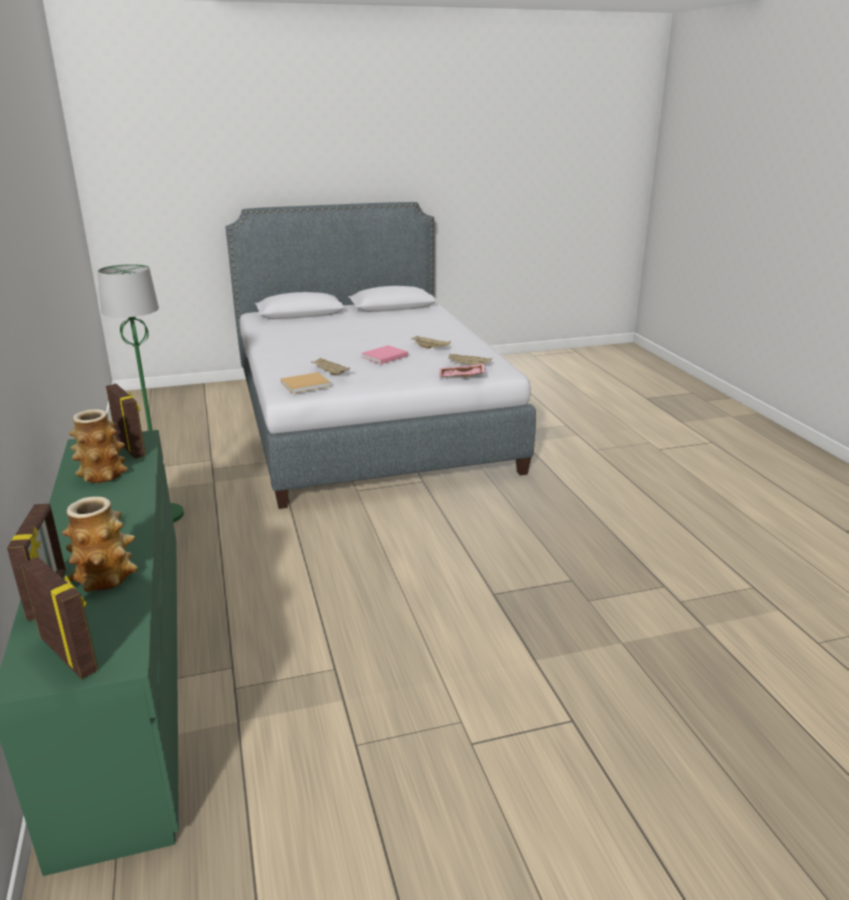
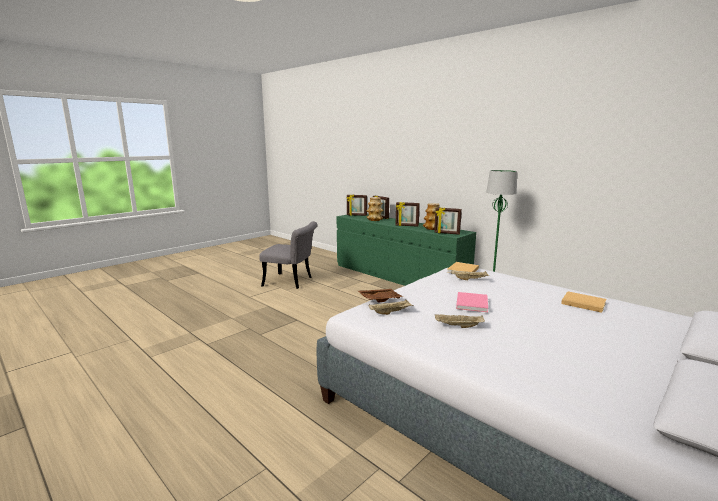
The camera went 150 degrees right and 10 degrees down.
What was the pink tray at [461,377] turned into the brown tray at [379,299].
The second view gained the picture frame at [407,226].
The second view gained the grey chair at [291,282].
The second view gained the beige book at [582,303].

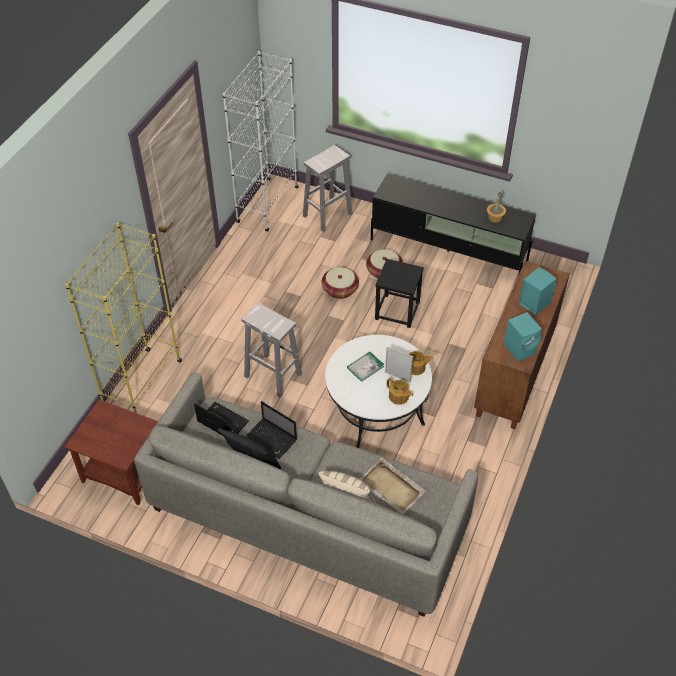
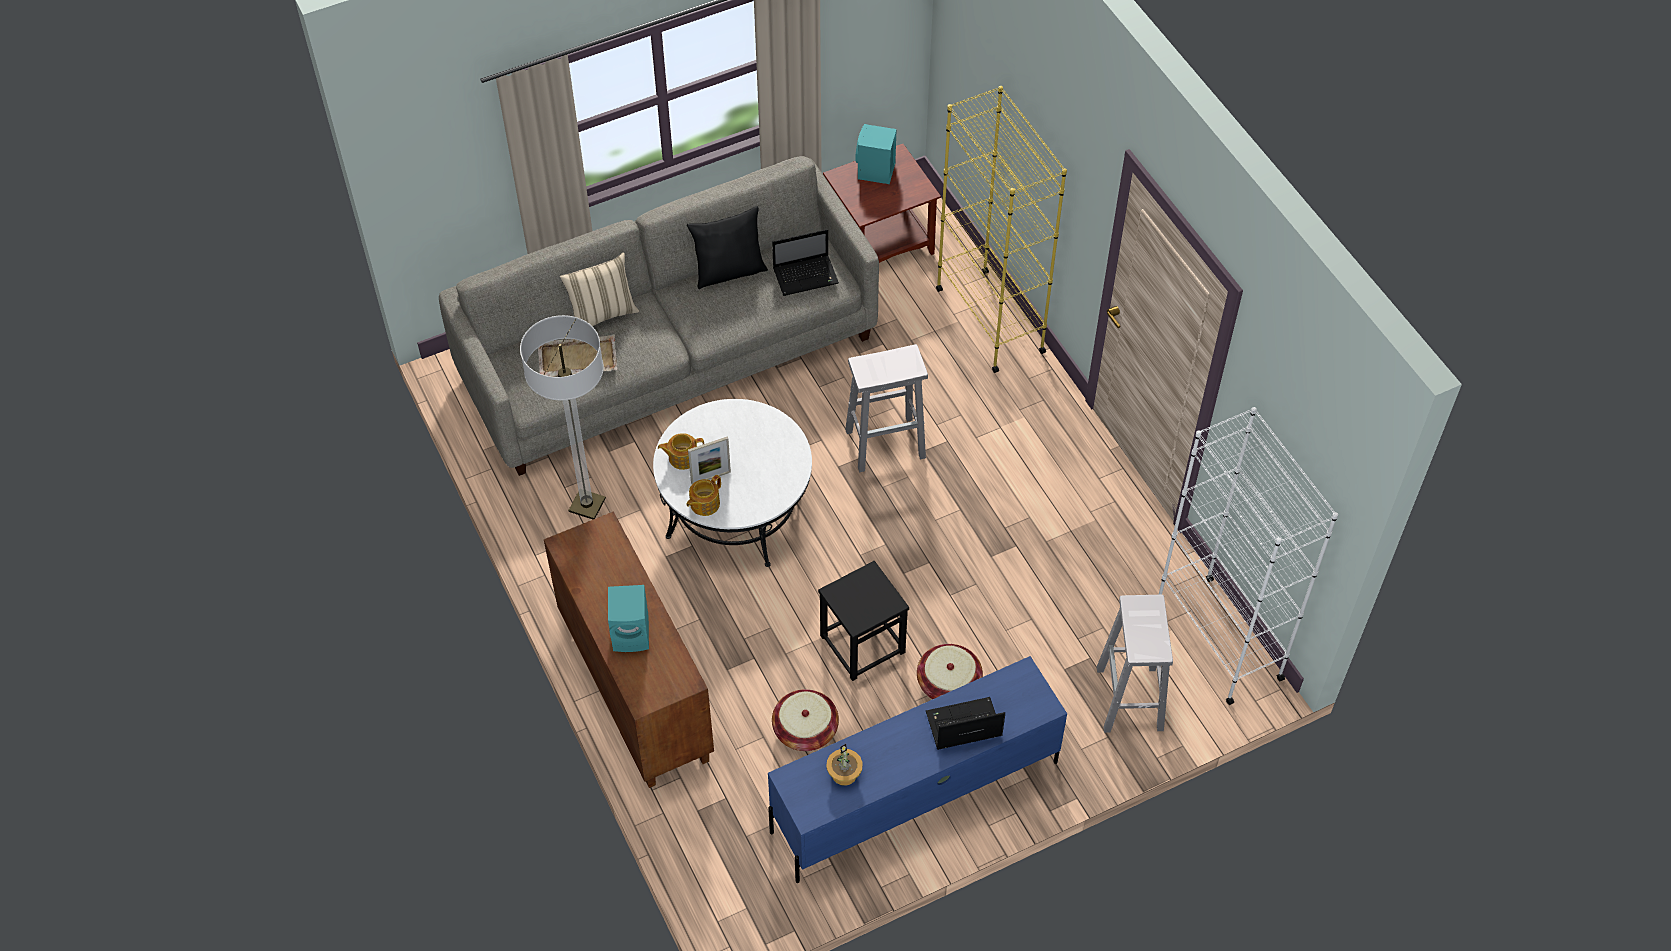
The camera went 130 degrees right and 5 degrees up.
What was the black tv stand at [449,251] turned into the blue tv stand at [913,797].
The basket ended up elsewhere, having gone from [340,289] to [805,730].
The turquoise speaker ended up elsewhere, having gone from [520,348] to [875,172].
The second view lost the book at [365,367].
The laptop ended up elsewhere, having gone from [272,439] to [962,726].
The second view gained the floor lamp at [587,505].

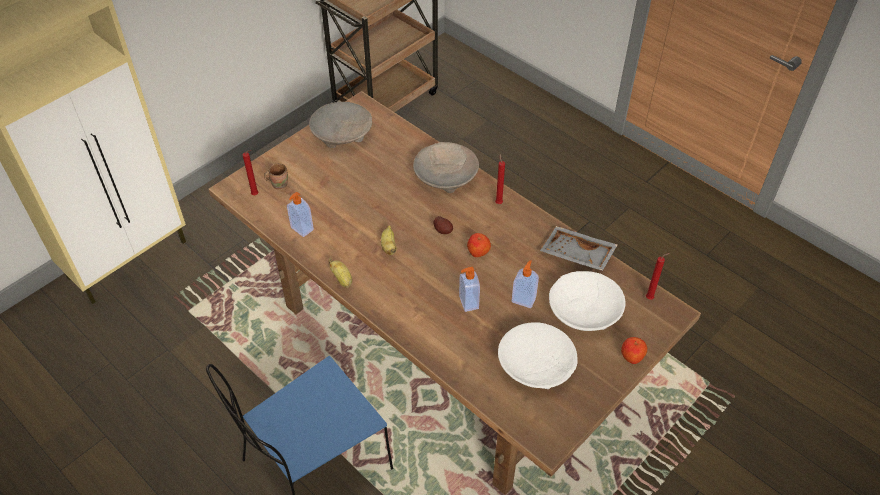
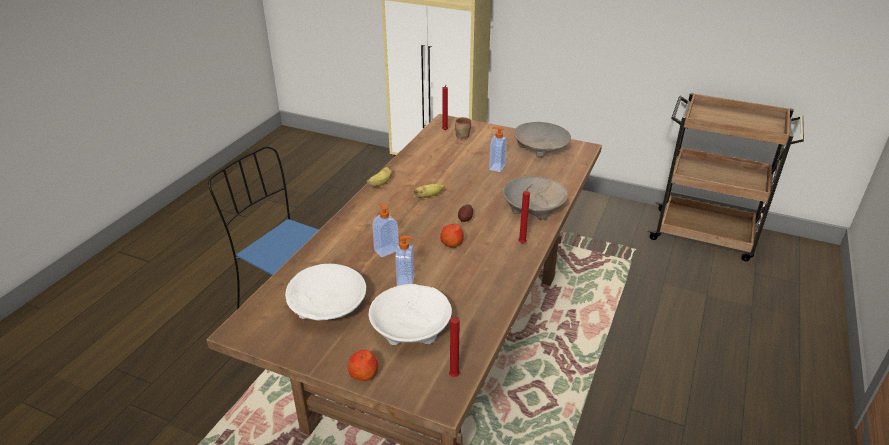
The camera went 70 degrees right and 15 degrees down.
The soap dispenser ended up elsewhere, having gone from [301,229] to [496,167].
The second view lost the grey tray at [576,255].

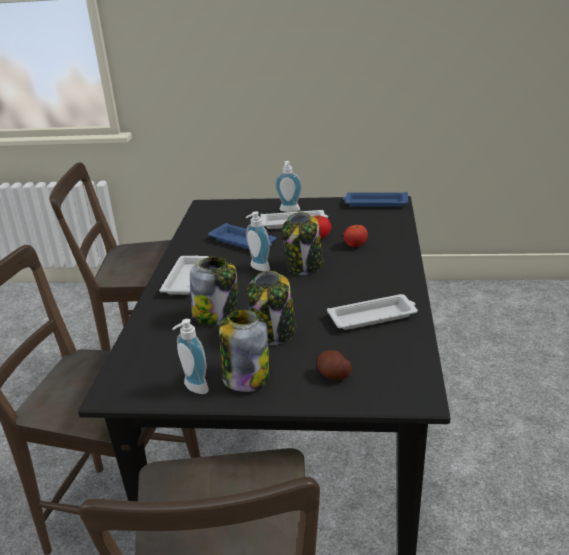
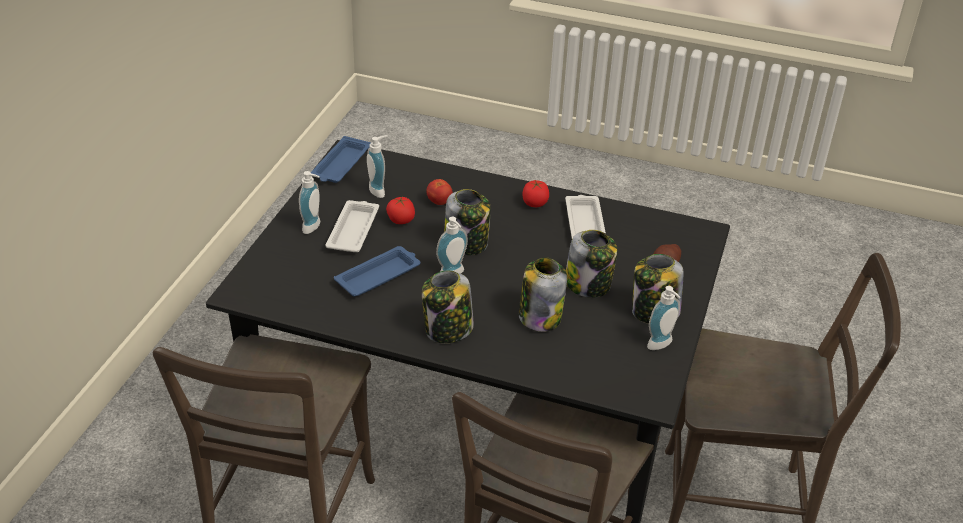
The camera went 80 degrees left and 10 degrees up.
Where the white tray stood at [186,278], the jar came to stand at [448,330].
The second view gained the soap dispenser at [379,190].
The second view gained the tomato at [535,203].

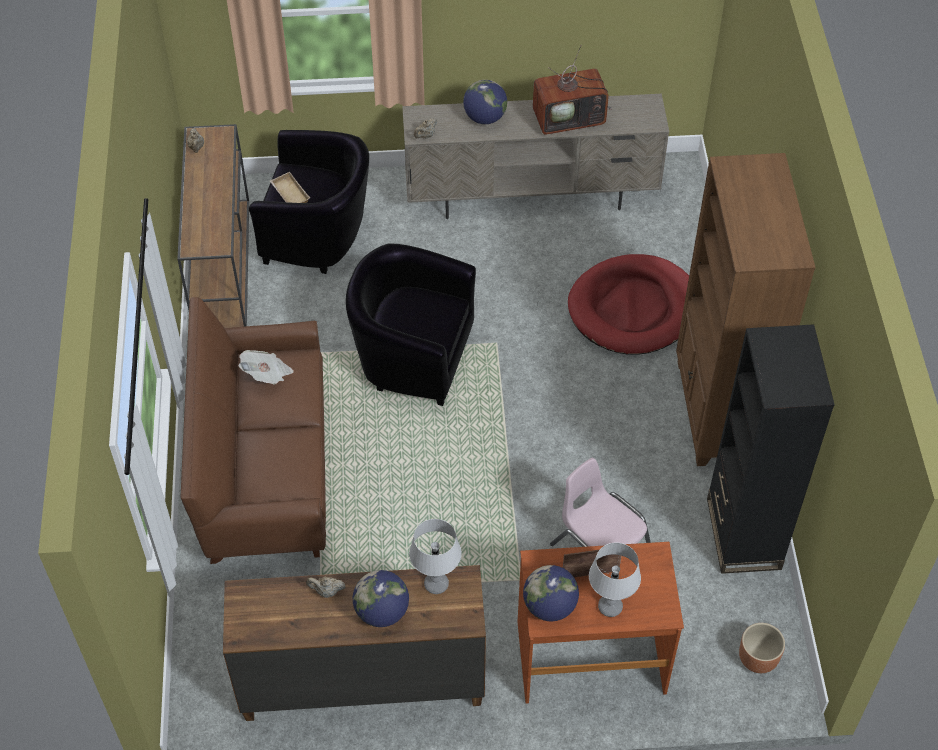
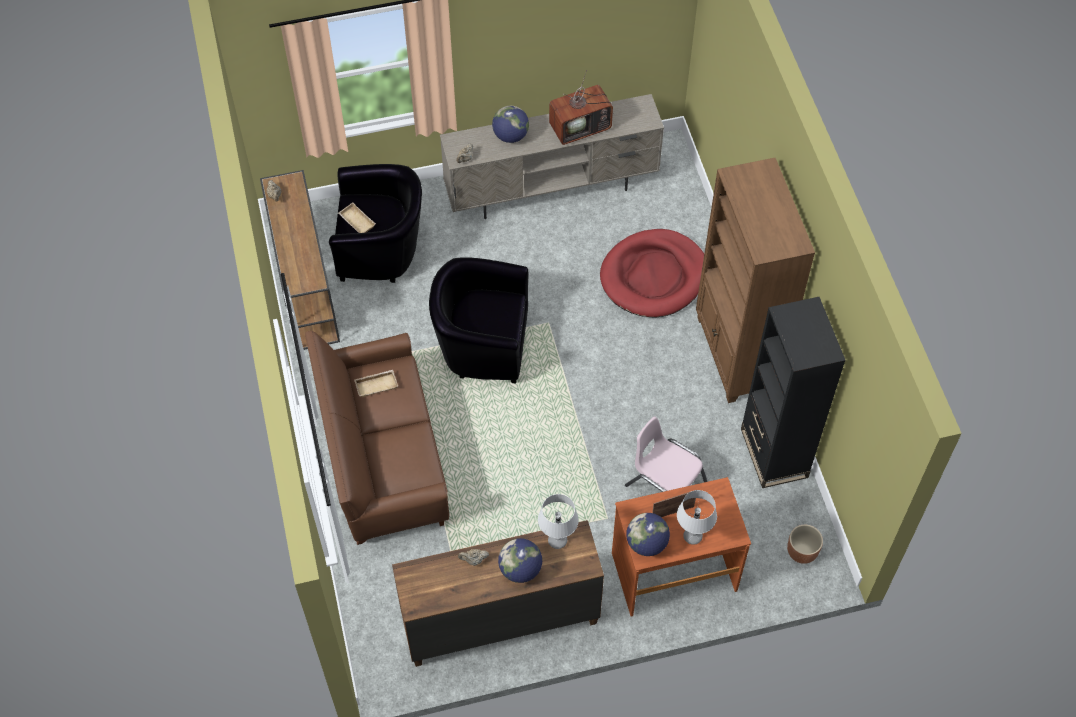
The camera went 10 degrees left and 5 degrees up.
Where the newspaper stood at [267,375], the beige tray came to stand at [376,384].

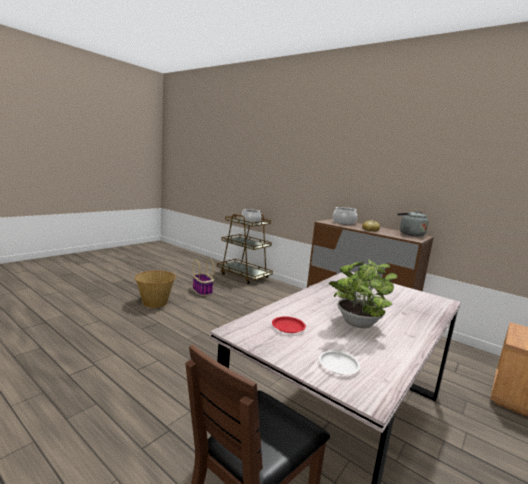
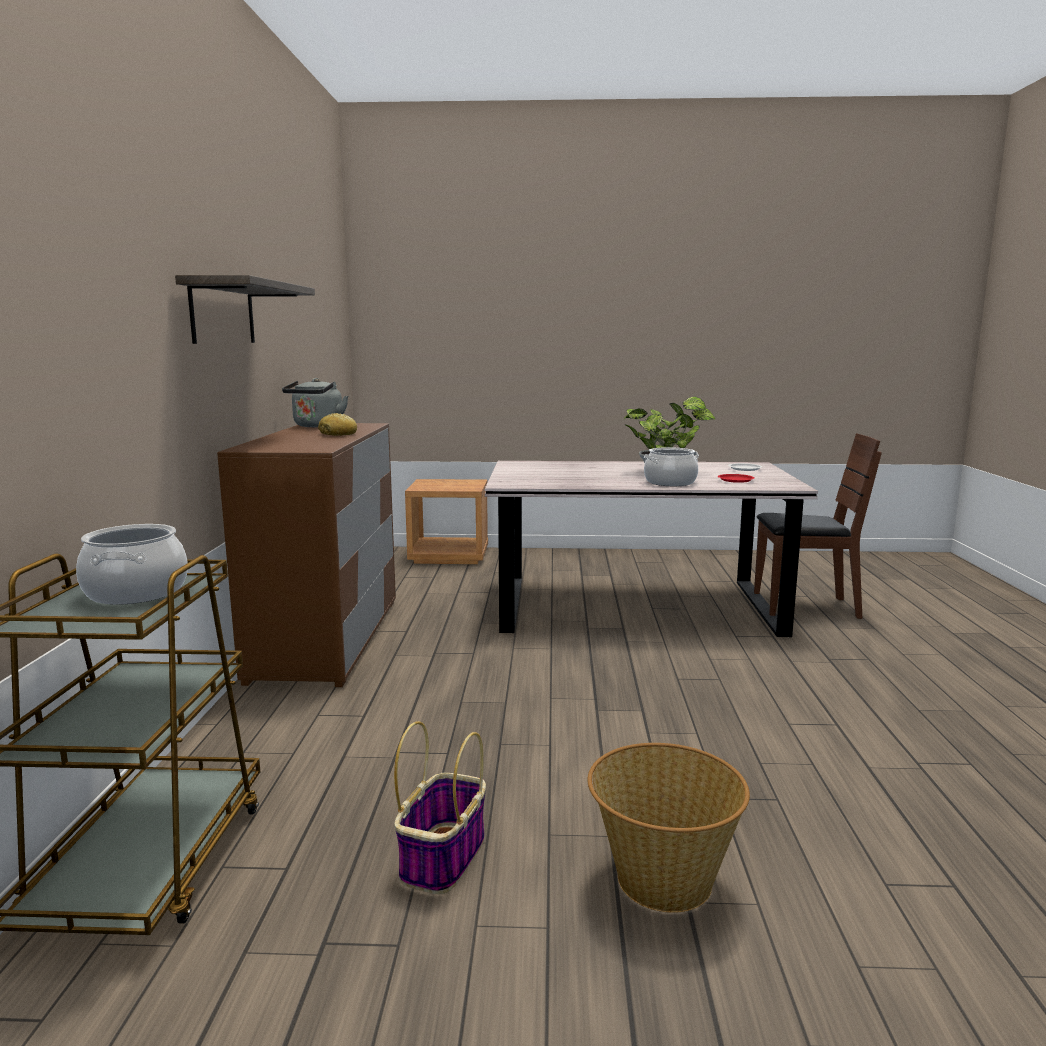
The camera went 125 degrees left and 0 degrees up.
The cooking pot ended up elsewhere, having gone from [343,222] to [670,482].
The second view gained the shelf at [223,313].

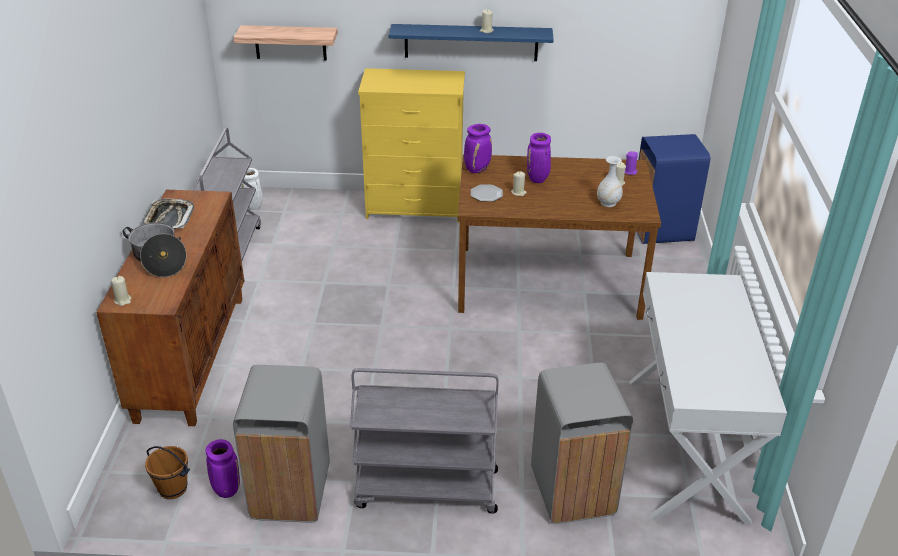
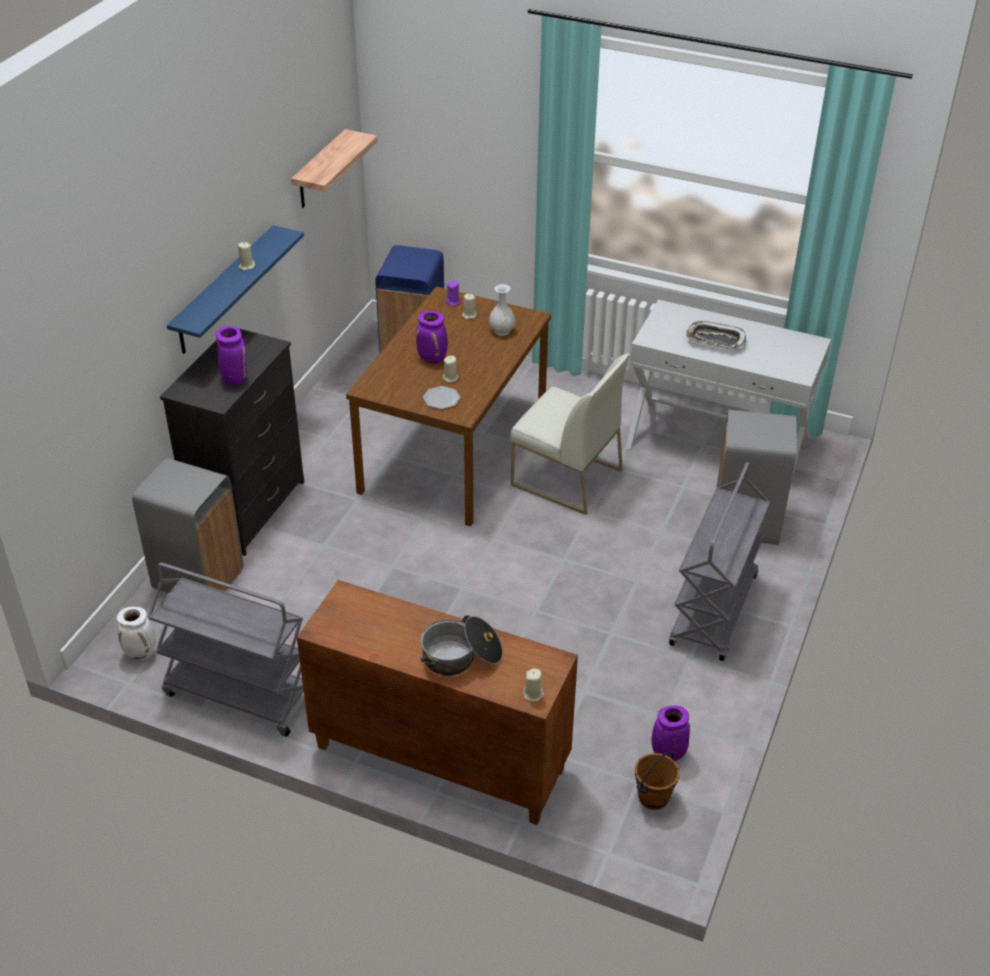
The camera went 70 degrees left and 5 degrees up.
The shelf ended up elsewhere, having gone from [290,42] to [320,171].
What was the yellow dresser at [415,208] turned into the black dresser at [249,509].
The purple vase ended up elsewhere, having gone from [477,169] to [234,379].
The tray ended up elsewhere, having gone from [169,219] to [715,340].
The grey trash can ended up elsewhere, having gone from [292,492] to [198,578].
The second view gained the white chair at [565,478].

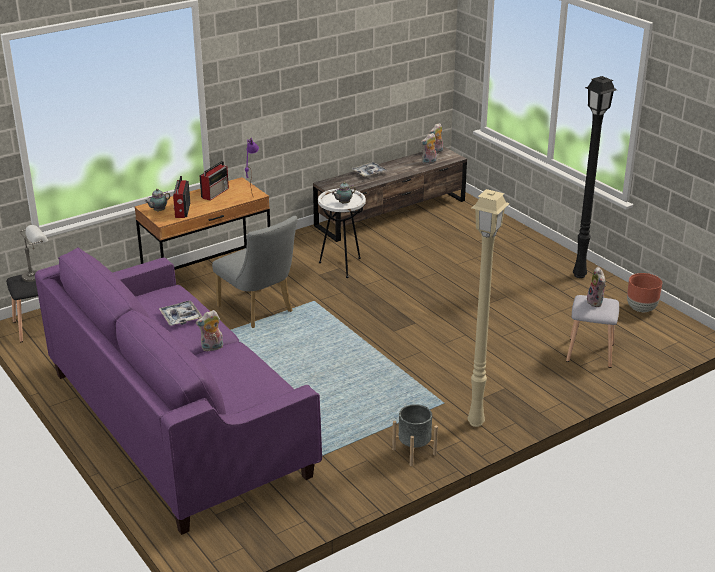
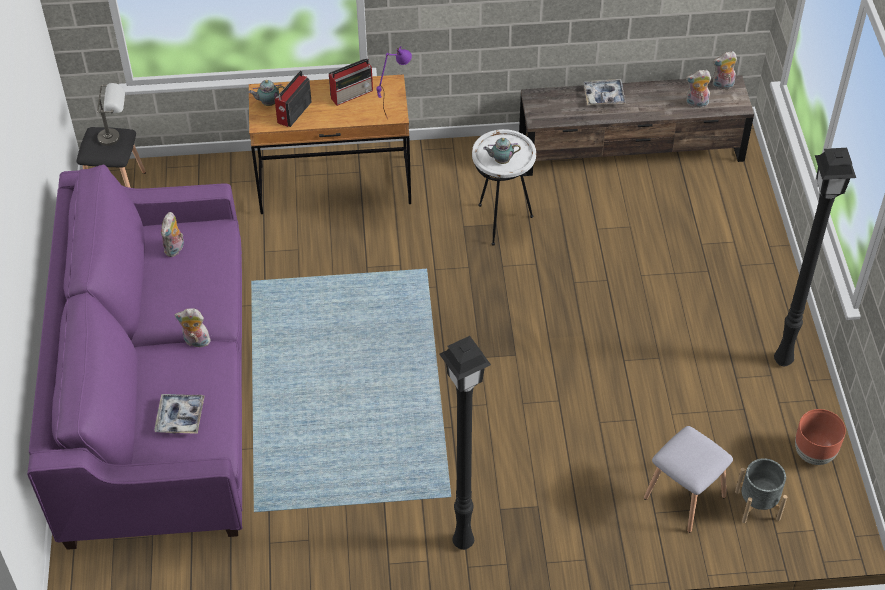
The camera went 30 degrees right and 20 degrees up.
What was the beige floor lamp at [476,423] turned into the black floor lamp at [462,544].
The second view lost the grey chair at [259,311].
The plush toy ended up elsewhere, having gone from [596,302] to [175,249].
The tray ended up elsewhere, having gone from [181,317] to [180,417].
The grey planter ended up elsewhere, having gone from [414,451] to [757,505].

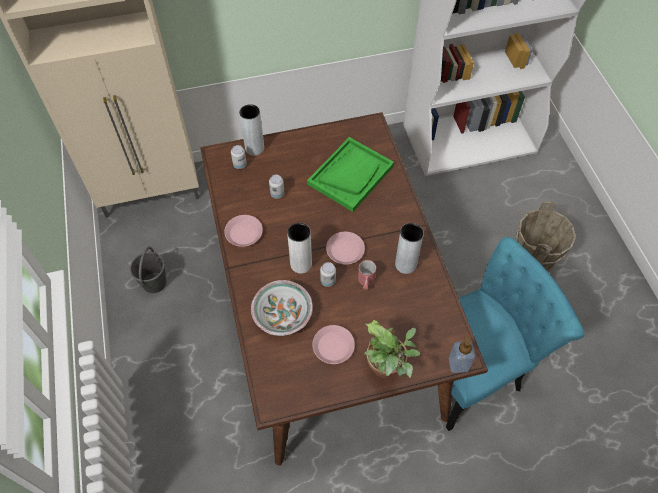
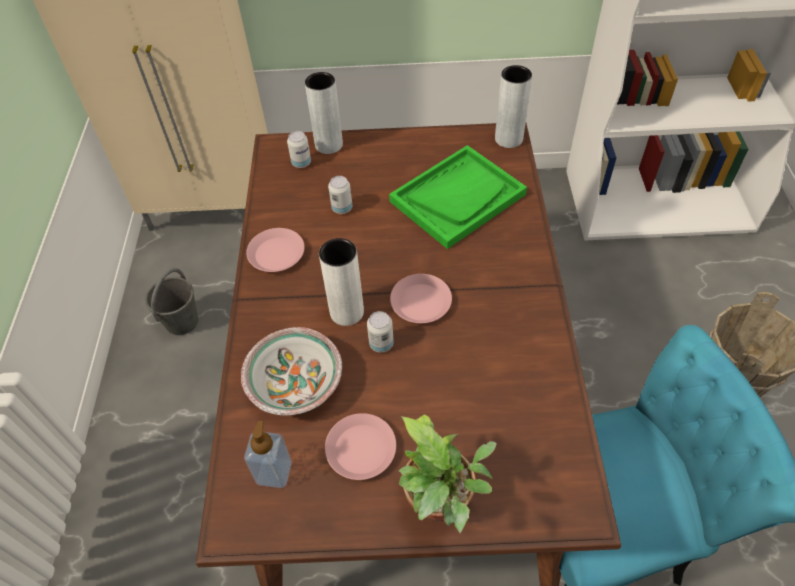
The camera went 15 degrees right and 5 degrees down.
The grey vase ended up elsewhere, having gone from [405,264] to [508,139].
The second view lost the red mug at [366,282].
The soap dispenser ended up elsewhere, having gone from [458,364] to [274,472].

